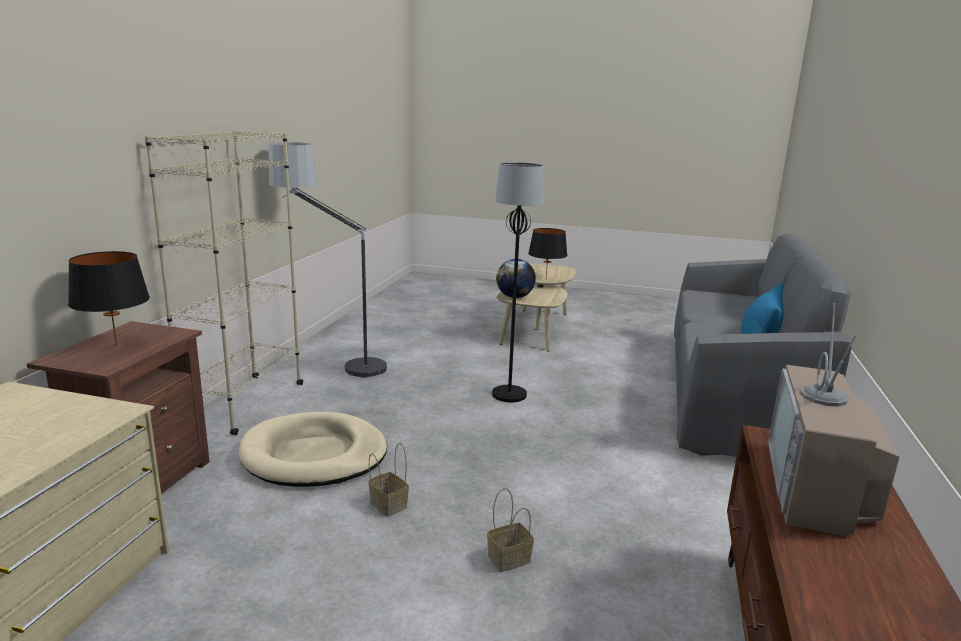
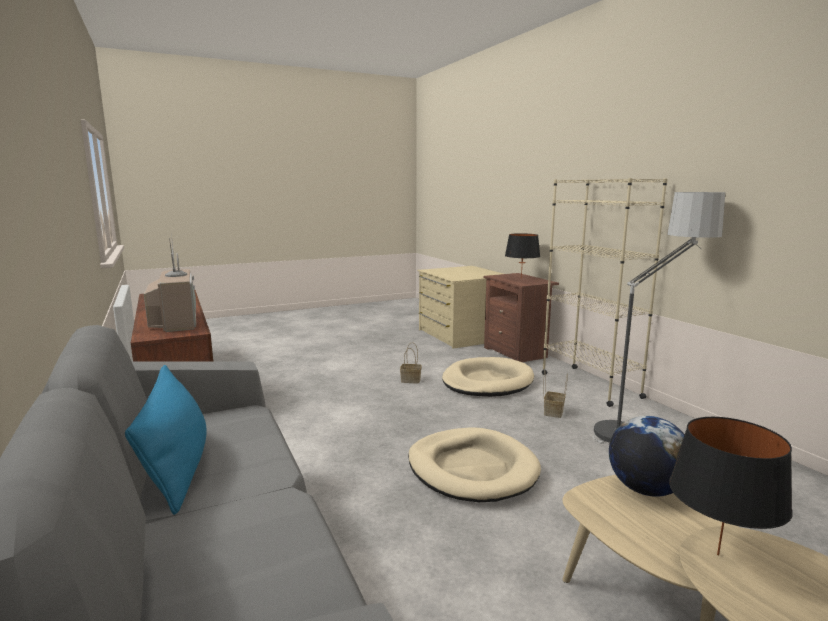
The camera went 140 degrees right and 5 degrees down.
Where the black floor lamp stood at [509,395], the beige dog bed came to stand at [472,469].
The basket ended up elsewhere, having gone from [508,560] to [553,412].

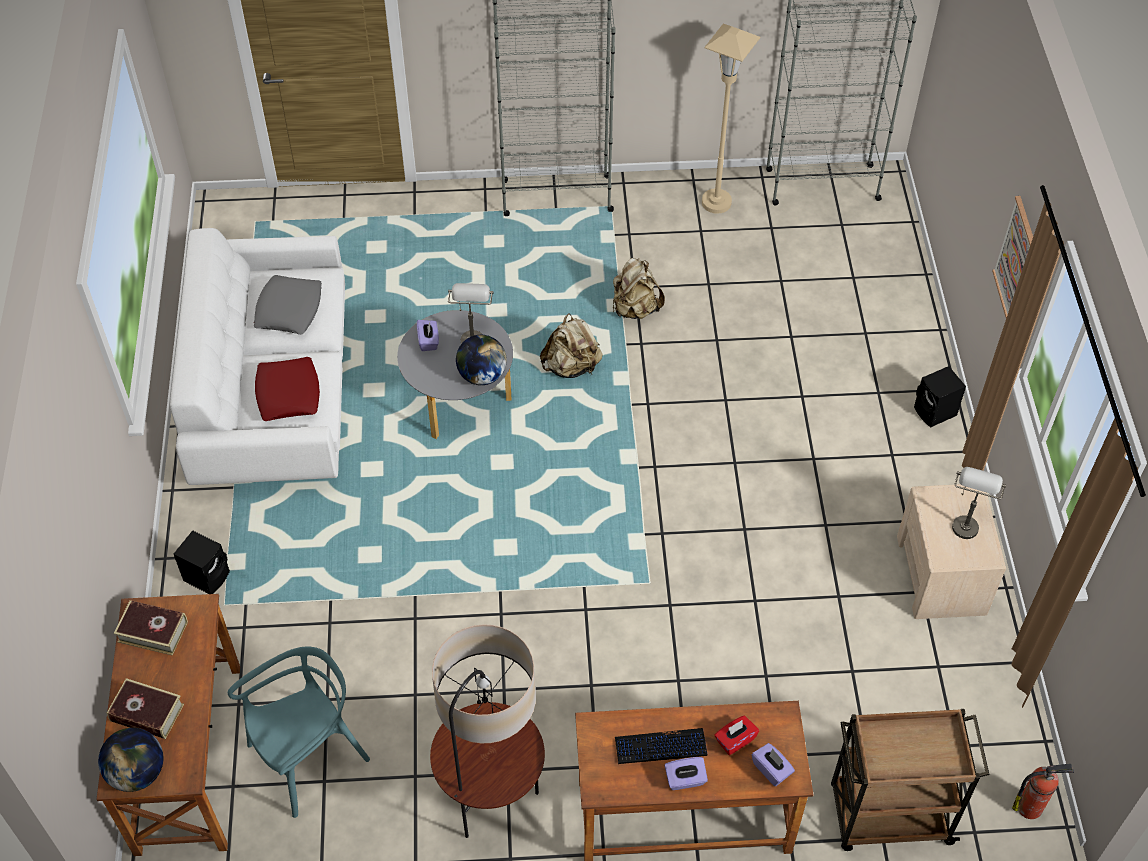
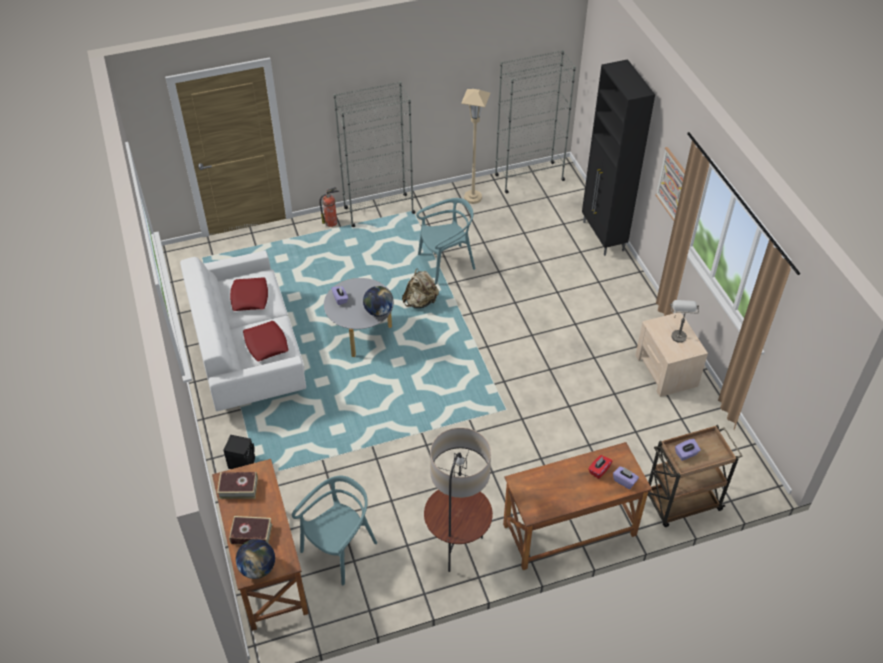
The camera went 15 degrees left and 5 degrees down.
Where the beige backpack stood at [635,308], the turquoise chair came to stand at [446,263].
What was the grey pillow at [289,310] turned into the red pillow at [250,297].
The second view lost the grey table lamp at [472,334].
The second view lost the black speaker at [935,412].
The second view lost the keyboard at [660,747].
The purple tissue box ended up elsewhere, having gone from [685,780] to [686,454].
The fire extinguisher ended up elsewhere, having gone from [1031,807] to [331,222].
The second view gained the black cabinet at [603,237].

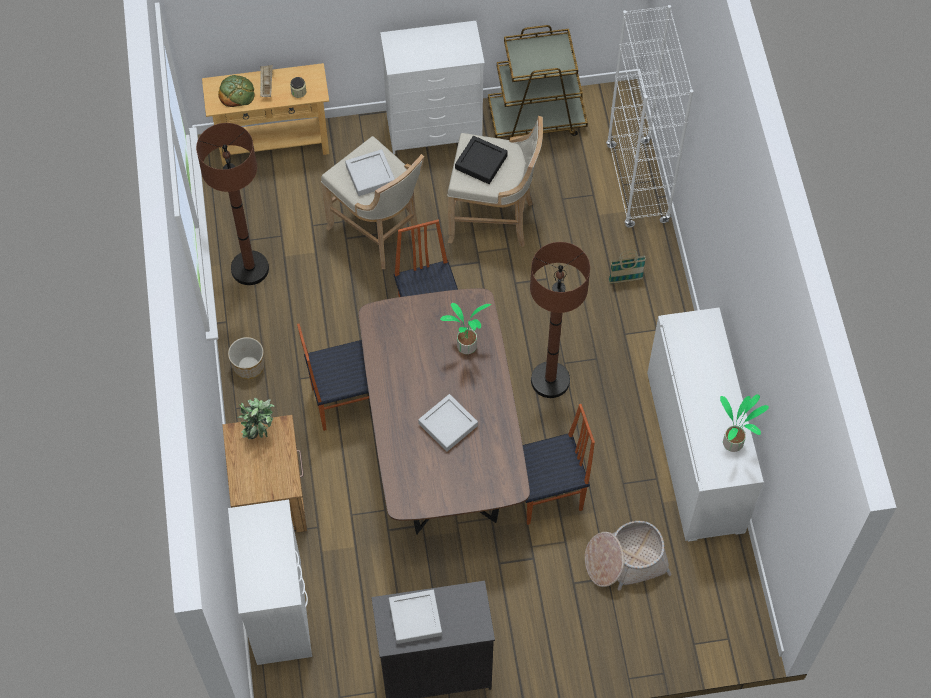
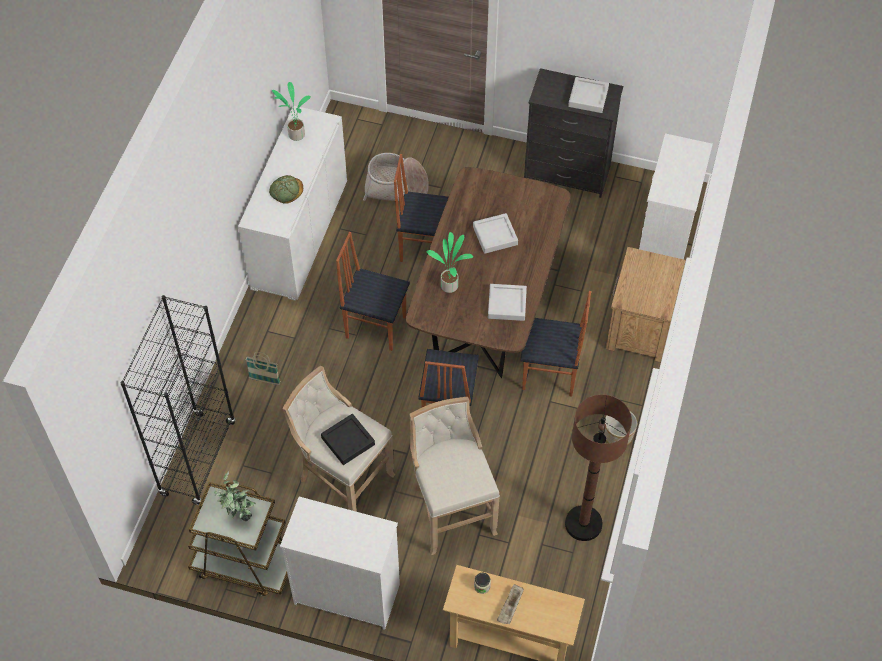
The camera went 155 degrees left and 5 degrees down.
What was the white bookcase at [637,184] turned into the black bookcase at [198,458].
The bread ended up elsewhere, having gone from [236,93] to [286,191].
The grey tray ended up elsewhere, having gone from [370,175] to [507,304].
Where the brown floor lamp stood at [550,380], the chair came to stand at [375,326].
The potted plant ended up elsewhere, having gone from [260,433] to [239,515].

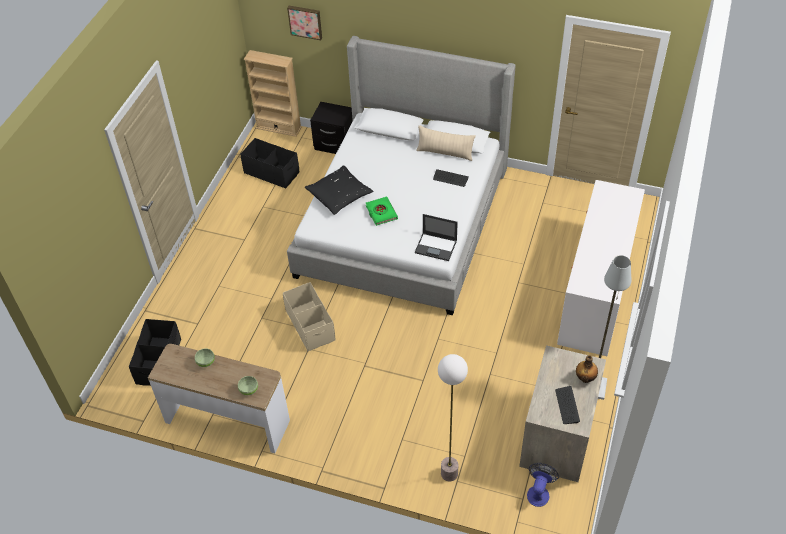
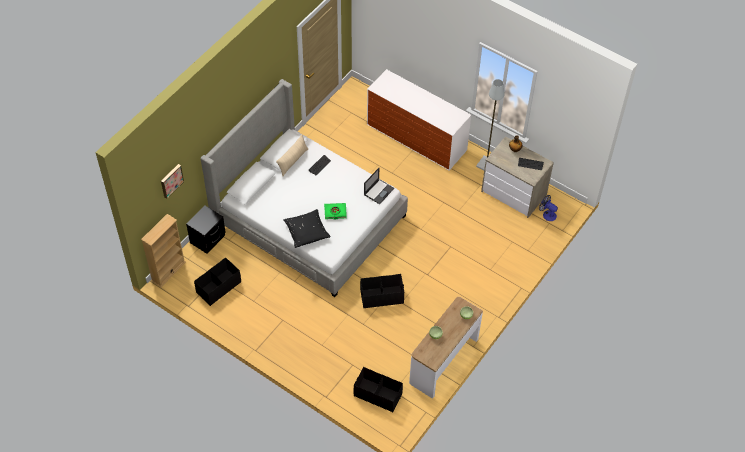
The camera went 75 degrees left and 5 degrees up.
What was the beige storage box at [310,325] turned into the black storage box at [381,296].
The second view lost the floor lamp at [449,474].

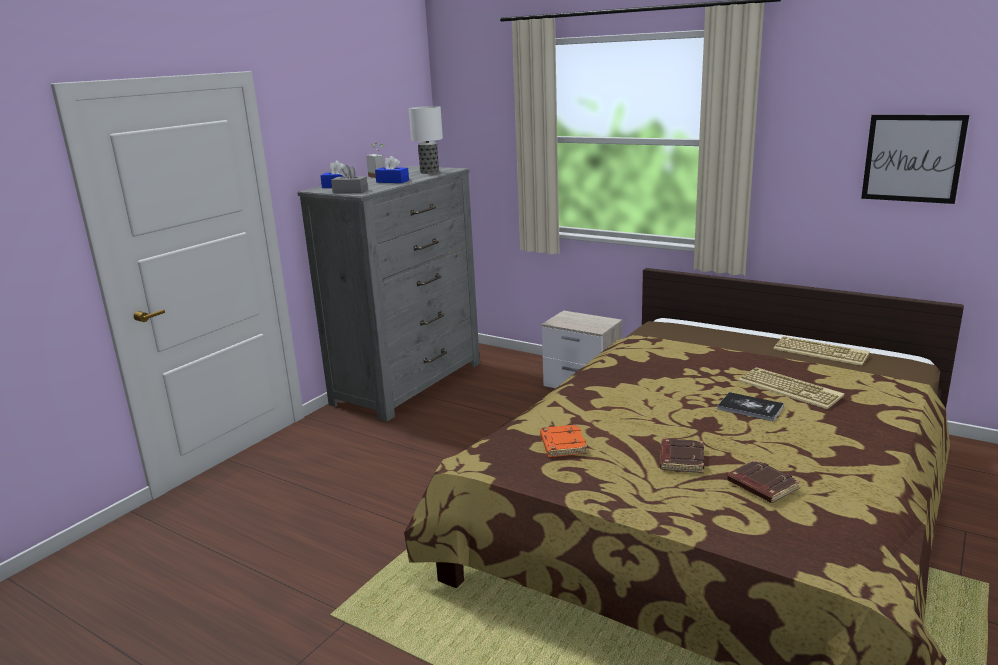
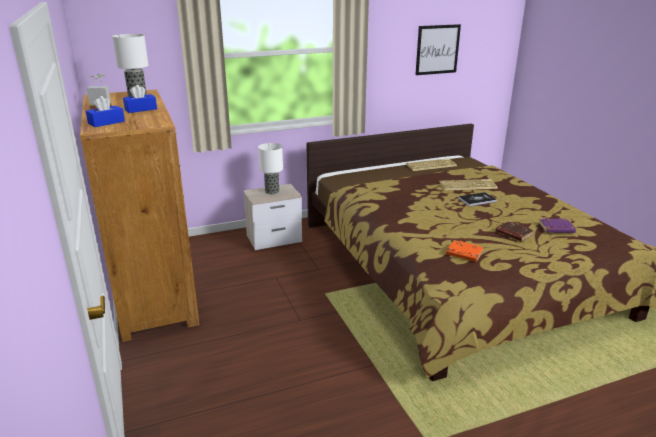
The camera went 55 degrees left and 5 degrees up.
The second view lost the grey tissue box at [350,191].
What was the grey dresser at [409,383] turned into the brown dresser at [155,293].
What was the brown book at [761,486] turned into the purple book at [556,229].
The second view gained the table lamp at [271,191].

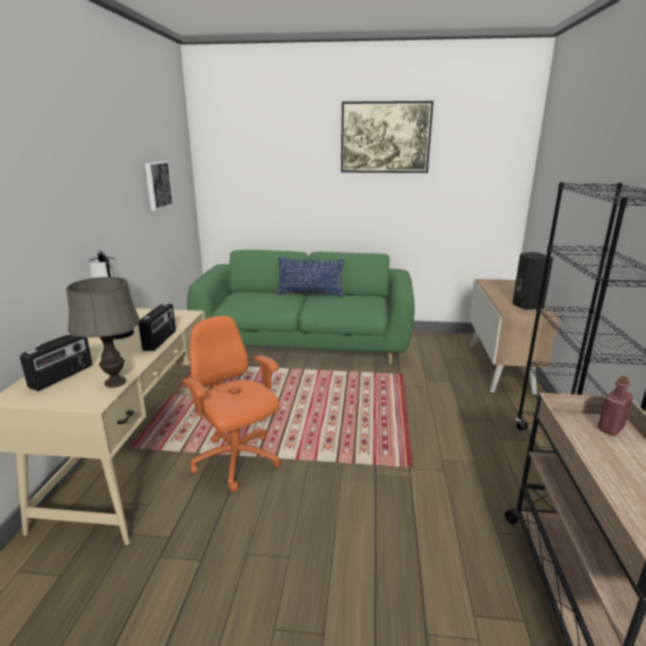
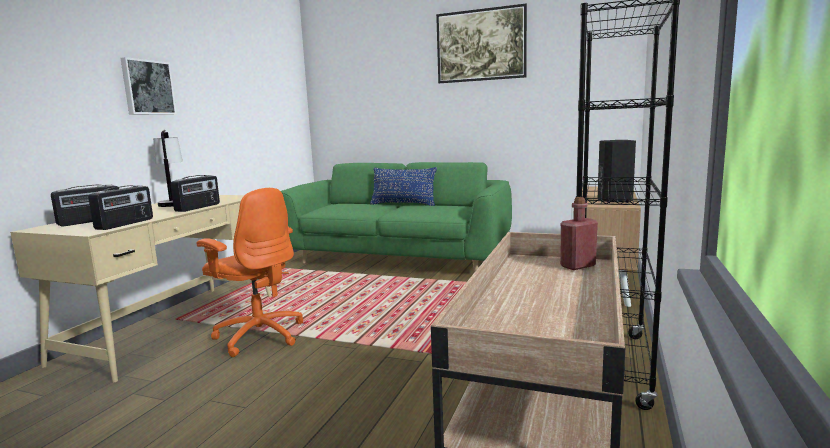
The camera went 15 degrees right and 10 degrees down.
The picture ended up elsewhere, having gone from [157,185] to [147,87].
Where the grey table lamp stood at [115,382], the radio came to stand at [125,224].
The orange office chair at [237,461] ended up facing another way, 150 degrees clockwise from before.

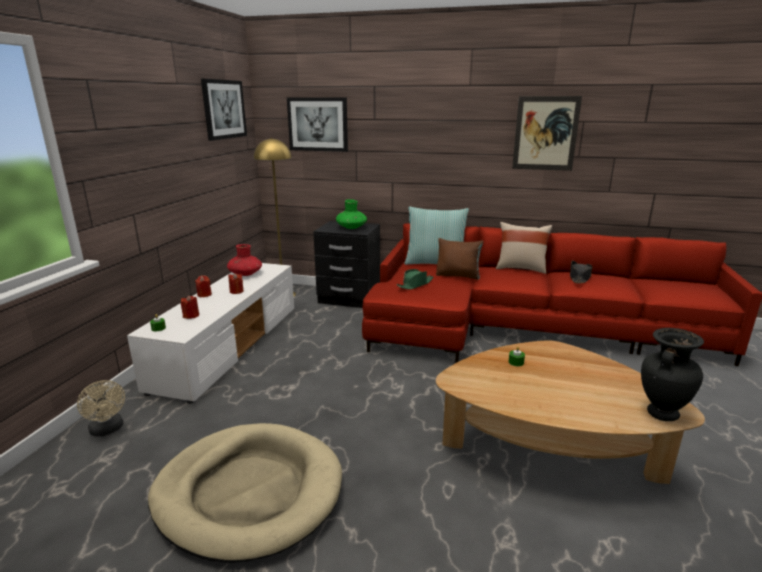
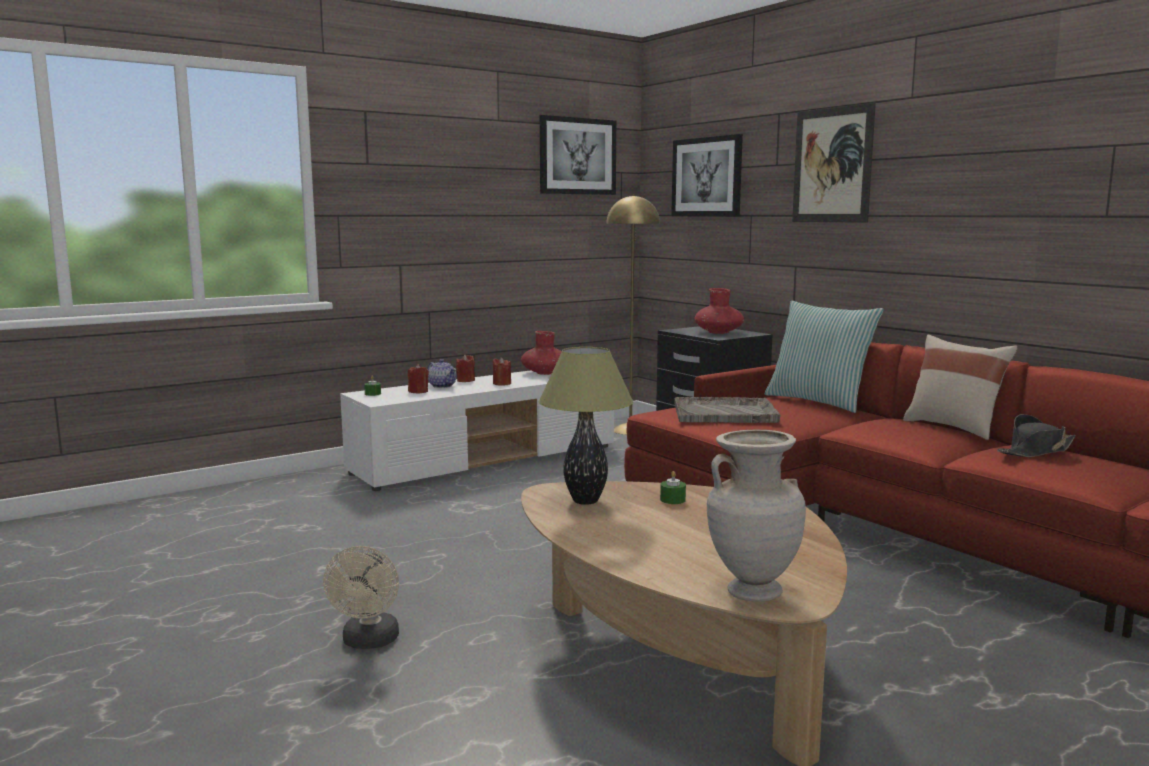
The camera went 40 degrees right and 10 degrees down.
The picture ended up elsewhere, having gone from [545,133] to [832,165].
What was the green vase at [351,227] turned into the red vase at [718,332].
The second view lost the brown pillow at [458,275].
Where the green hat stood at [415,284], the grey tray came to stand at [726,413].
What was the black vase at [661,413] turned into the beige vase at [752,592].
The beige fan ended up elsewhere, having gone from [108,430] to [369,642].
The second view lost the beige dog bed at [249,492].
The second view gained the table lamp at [585,501].
The second view gained the teapot at [443,386].

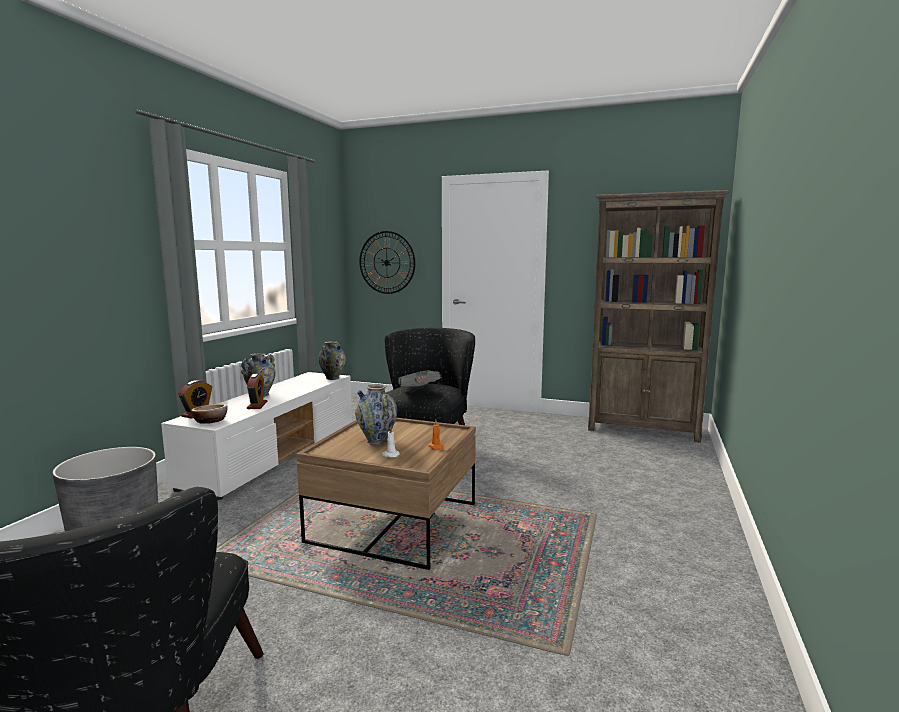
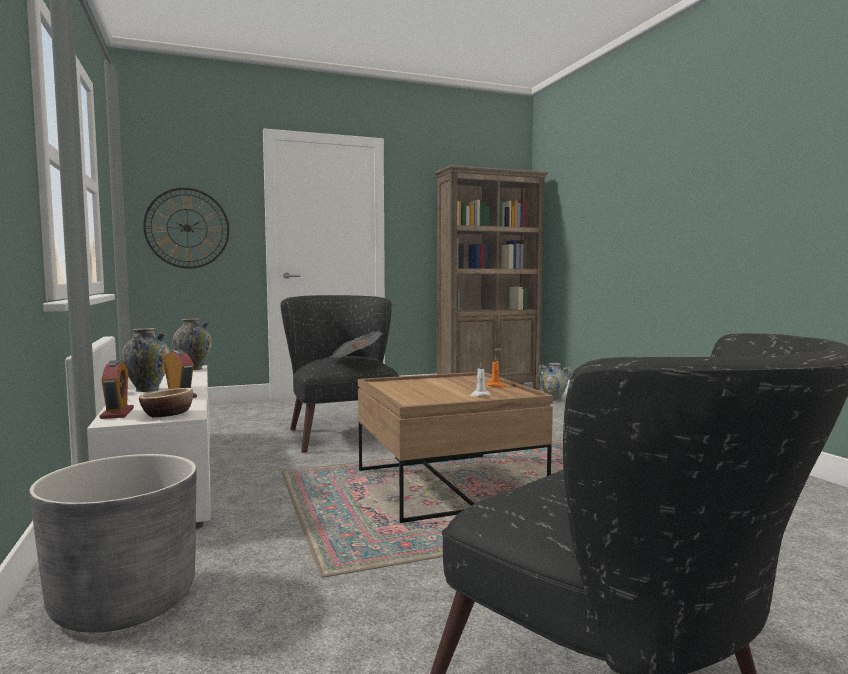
The camera went 40 degrees left and 5 degrees down.
The vase ended up elsewhere, having gone from [377,441] to [553,400].

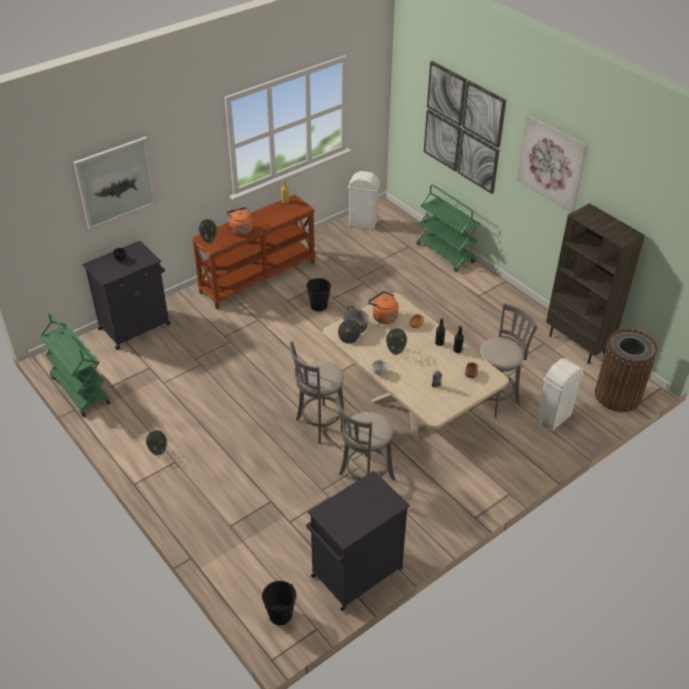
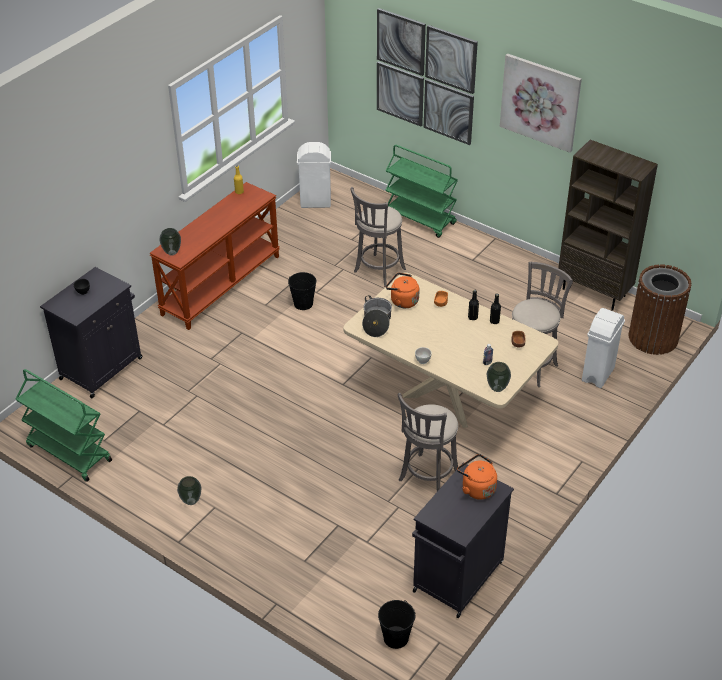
The camera went 15 degrees left and 0 degrees up.
The second view lost the picture at [116,182].
The orange kettle ended up elsewhere, having gone from [240,229] to [476,488].
The vase ended up elsewhere, having gone from [396,351] to [497,388].
The grey stool ended up elsewhere, having gone from [319,425] to [378,272].

